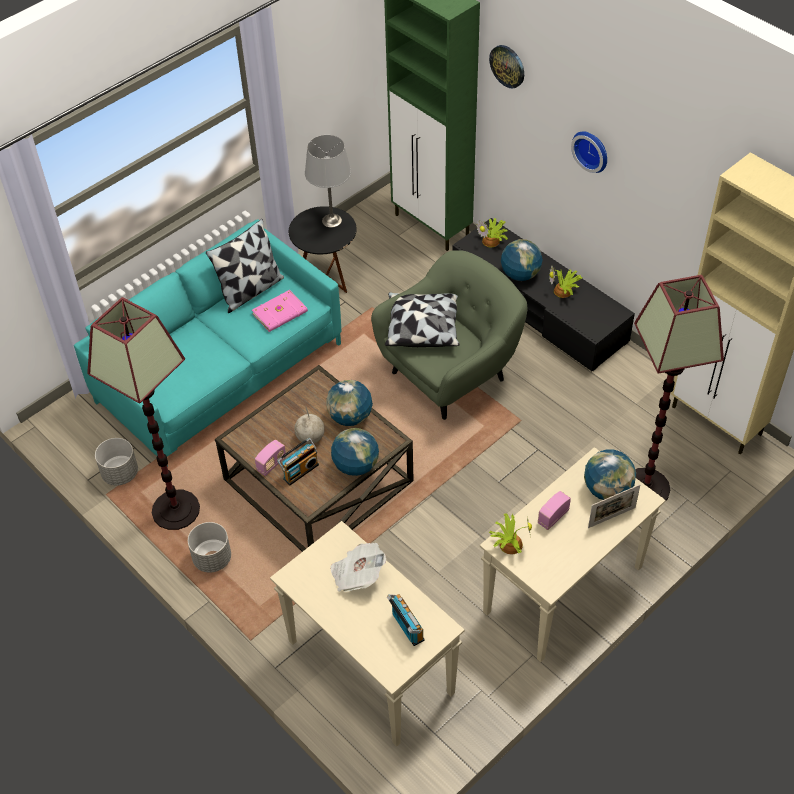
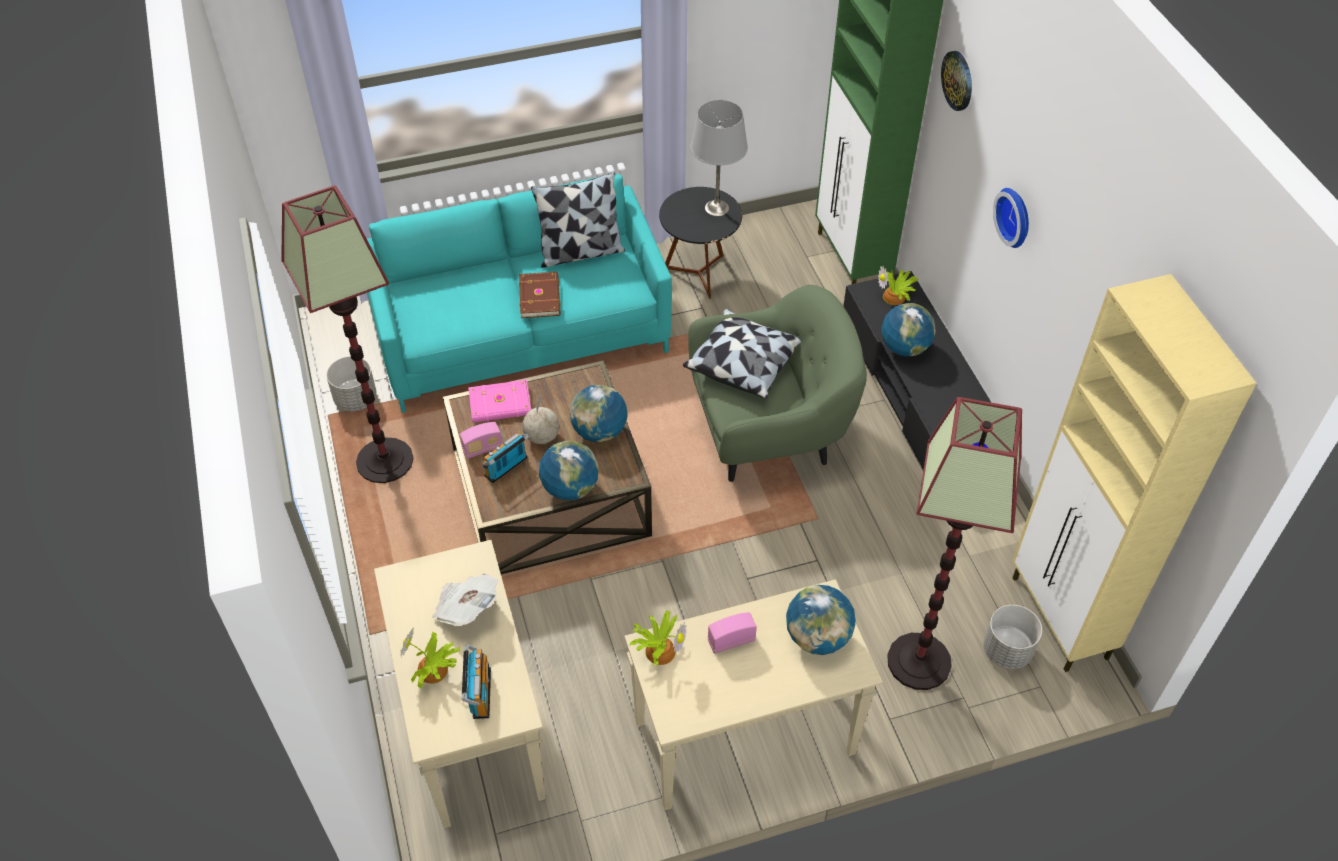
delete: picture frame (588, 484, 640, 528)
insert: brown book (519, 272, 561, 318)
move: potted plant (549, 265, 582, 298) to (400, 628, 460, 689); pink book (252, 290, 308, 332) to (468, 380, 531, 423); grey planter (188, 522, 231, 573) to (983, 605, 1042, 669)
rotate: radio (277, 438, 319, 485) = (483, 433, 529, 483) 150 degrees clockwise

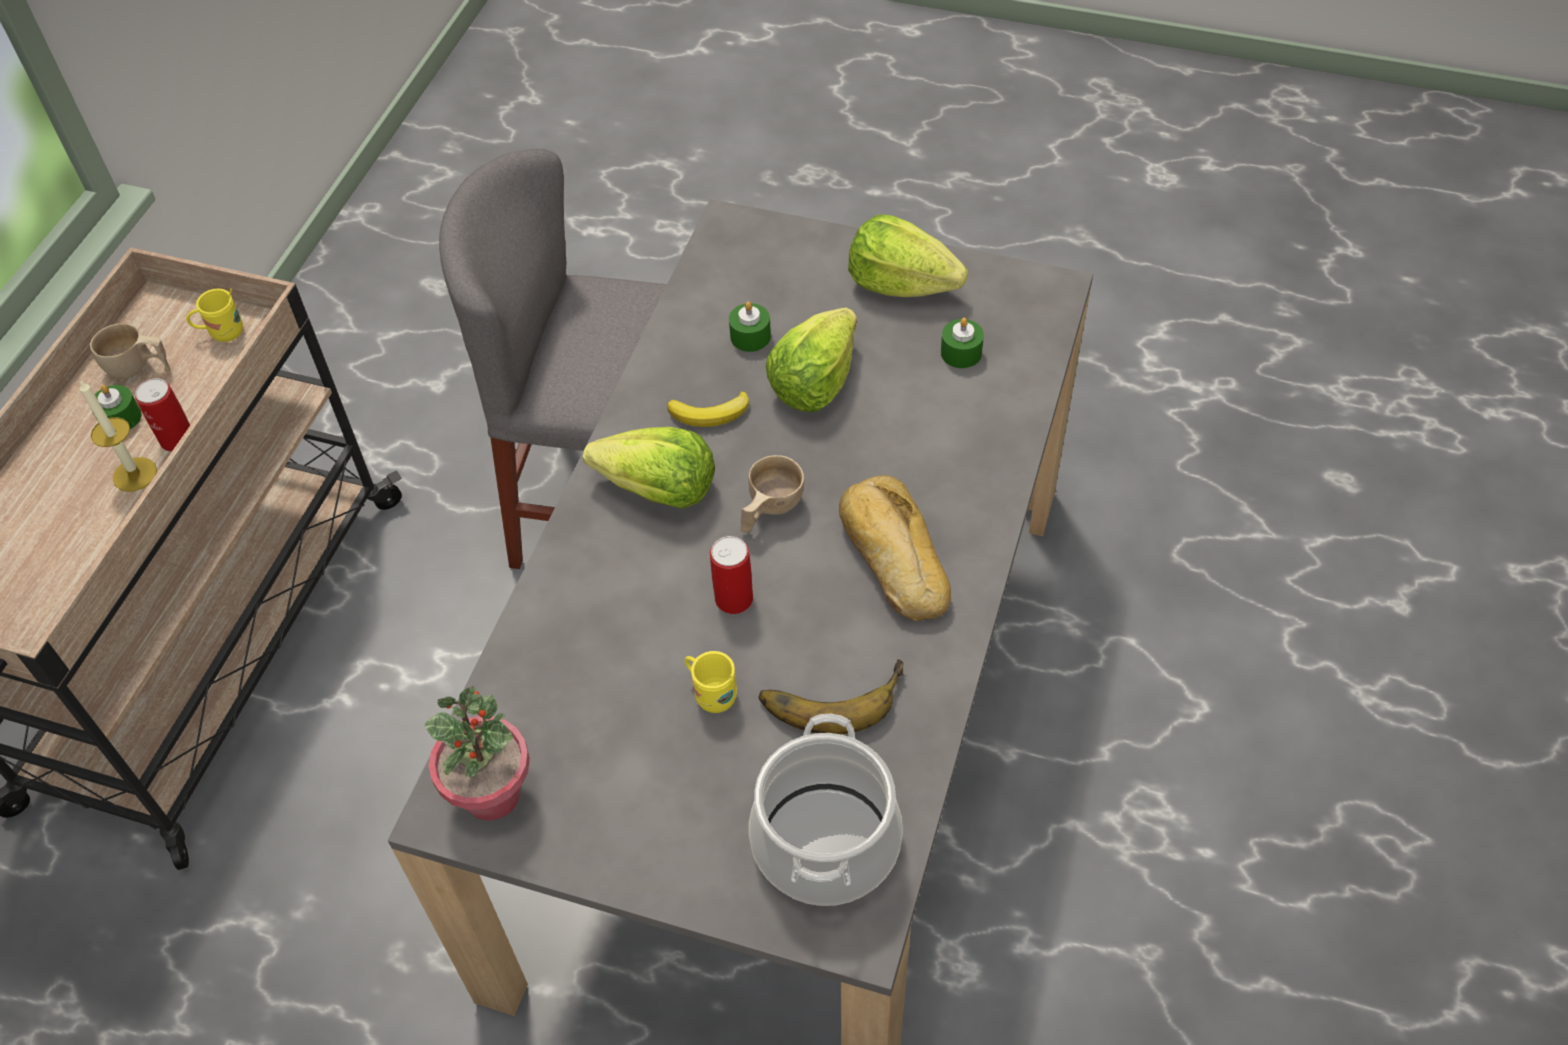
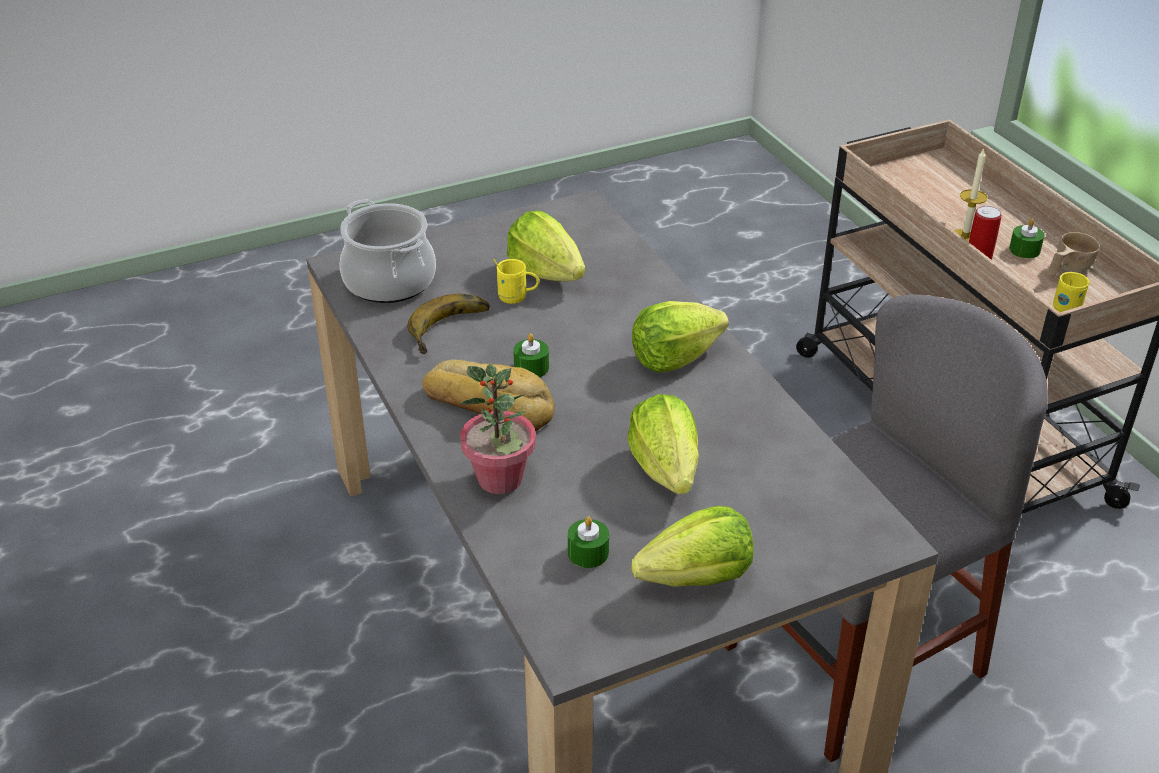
delete: banana (668, 391, 749, 427); beige cup (740, 455, 804, 533); can (710, 536, 753, 614)
insert: lettuce (507, 210, 585, 281)
move: green candle (729, 302, 771, 352) to (513, 334, 549, 377); potted plant (425, 686, 530, 820) to (460, 364, 536, 494)

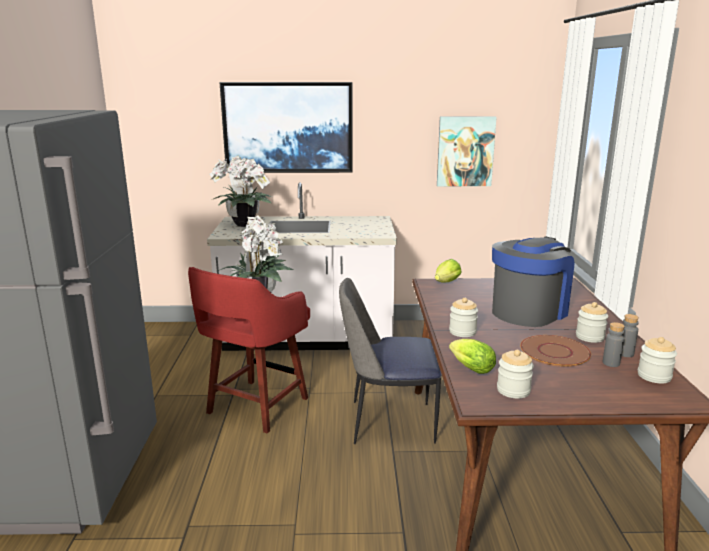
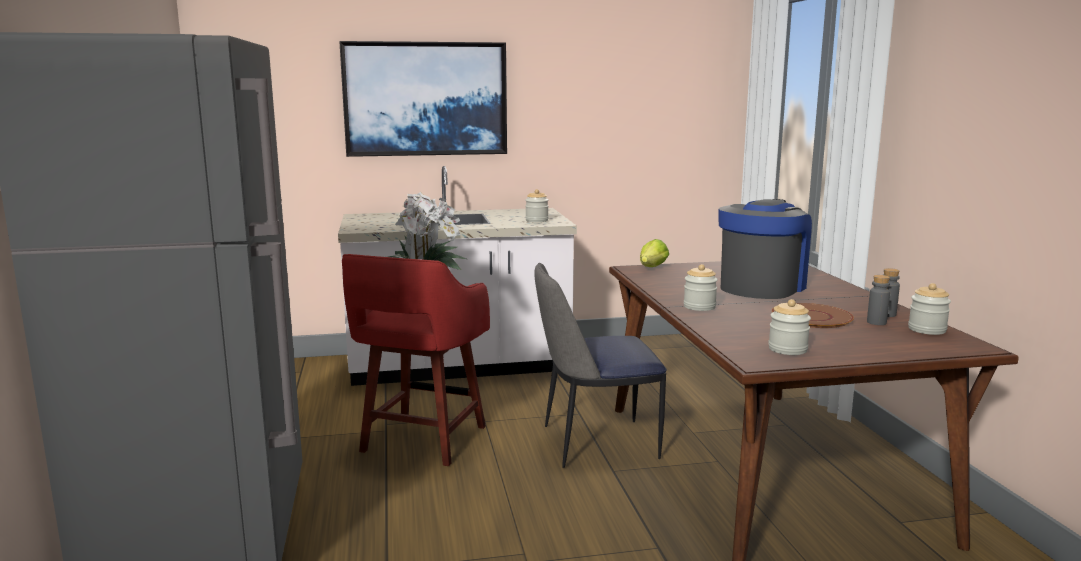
delete: picture (437, 116, 497, 186); potted plant (209, 155, 272, 227); lettuce (449, 339, 496, 374)
move: jar (576, 302, 608, 343) to (525, 189, 549, 222)

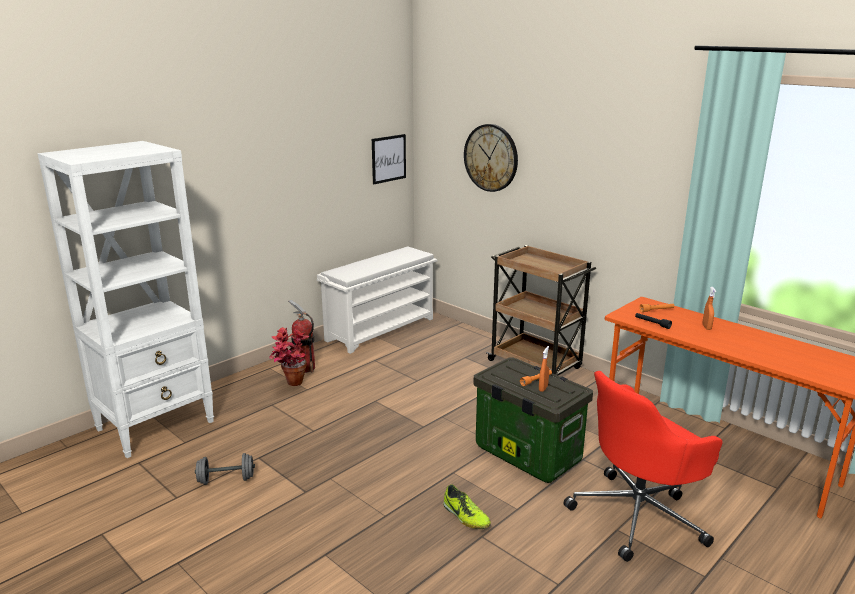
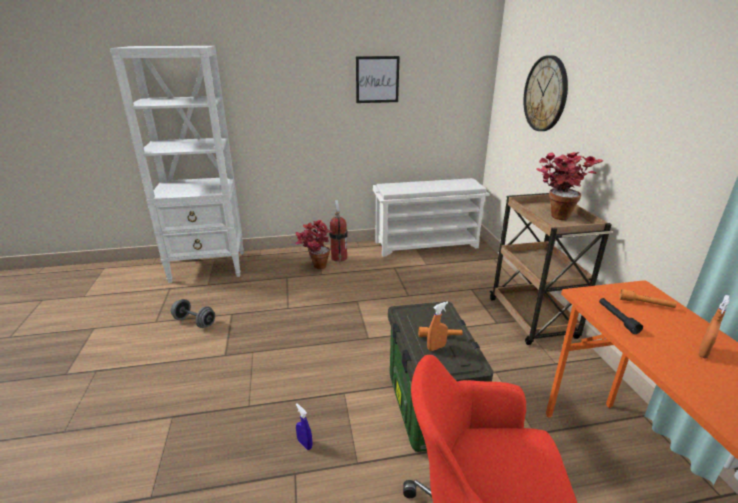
insert: potted plant (536, 152, 603, 220)
move: picture (372, 134, 406, 184) to (356, 56, 400, 103)
replace: shoe (443, 484, 491, 529) to blue spray bottle (296, 403, 313, 450)

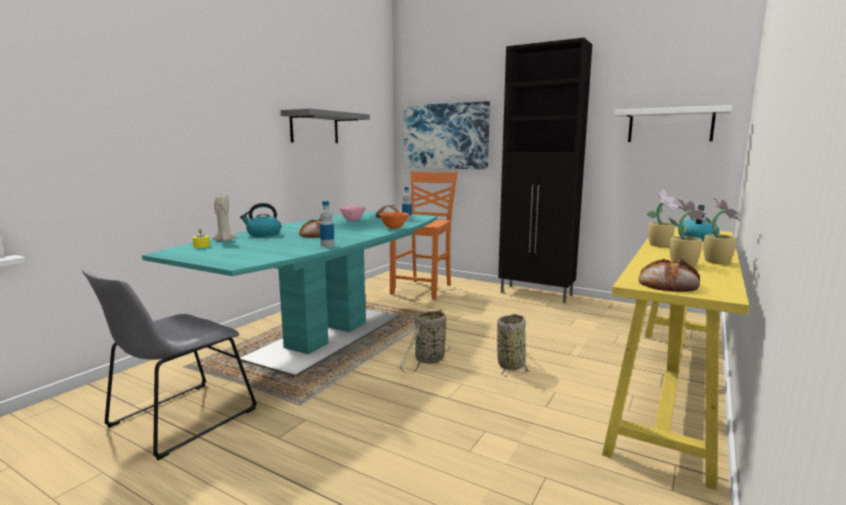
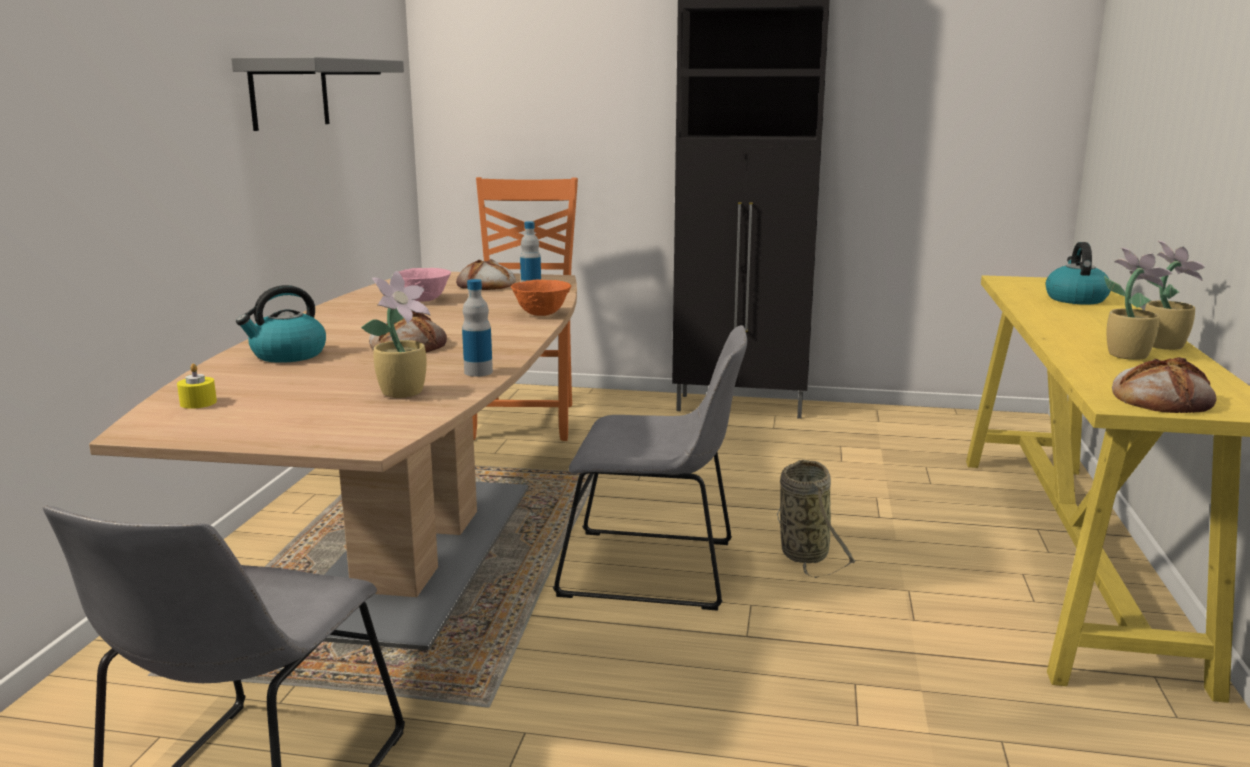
delete: picture (404, 101, 490, 169); white shelf (614, 105, 732, 142); beige candle (213, 194, 237, 242)
move: potted plant (647, 190, 680, 247) to (361, 270, 430, 398)
replace: basket (399, 310, 450, 374) to grey chair (553, 325, 747, 611)
recolor: turquoise dining table (142, 211, 437, 377) to brown dining table (89, 272, 577, 651)

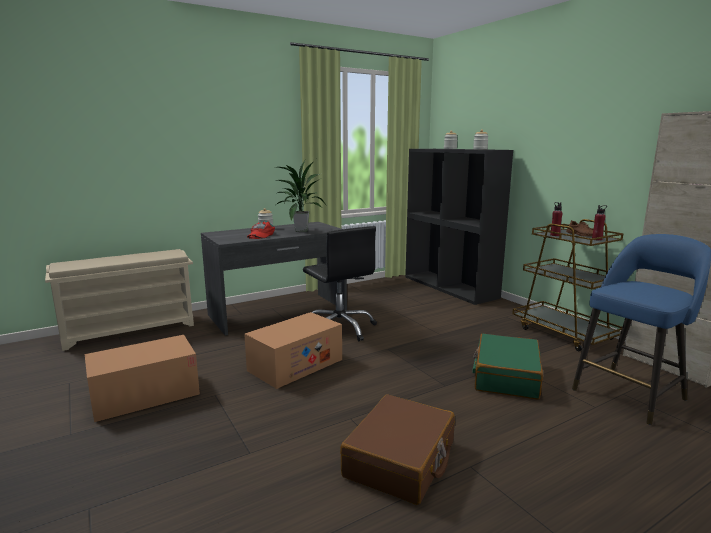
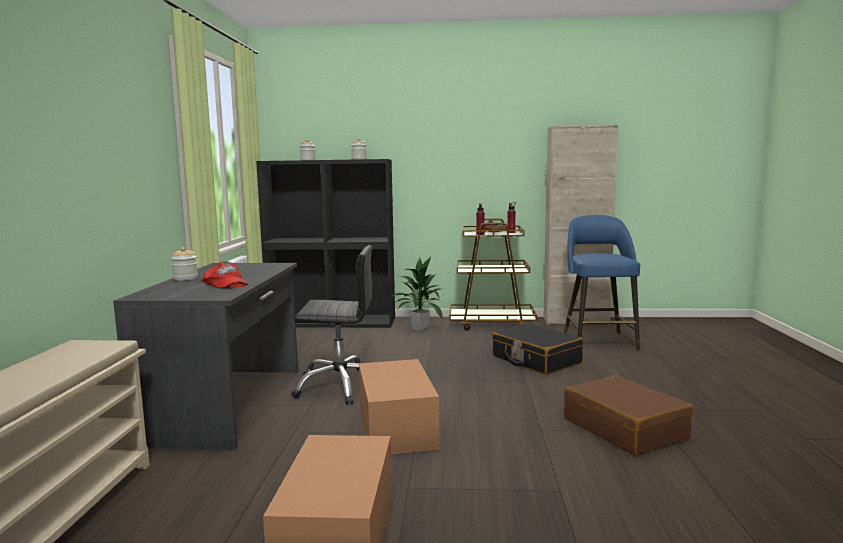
move: potted plant (276, 159, 326, 232) to (392, 257, 443, 331)
recolor: green suitcase (472, 334, 543, 400) to black suitcase (492, 323, 583, 375)

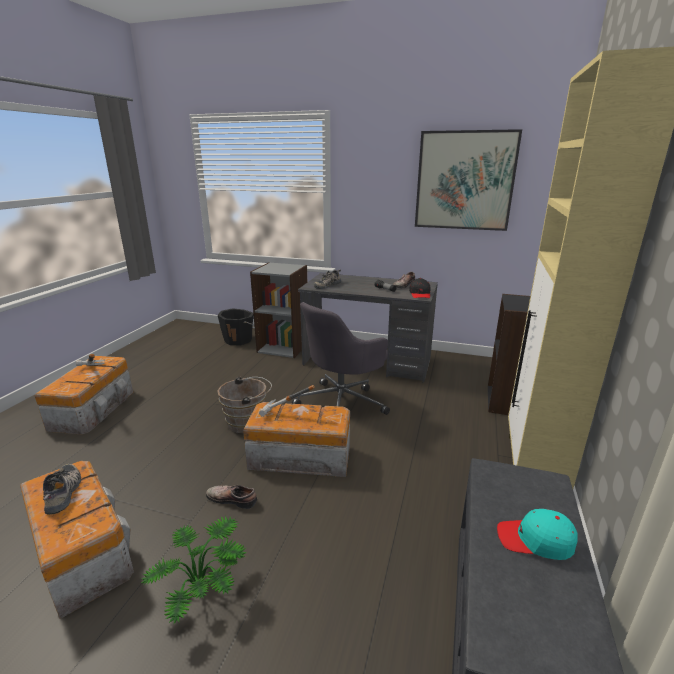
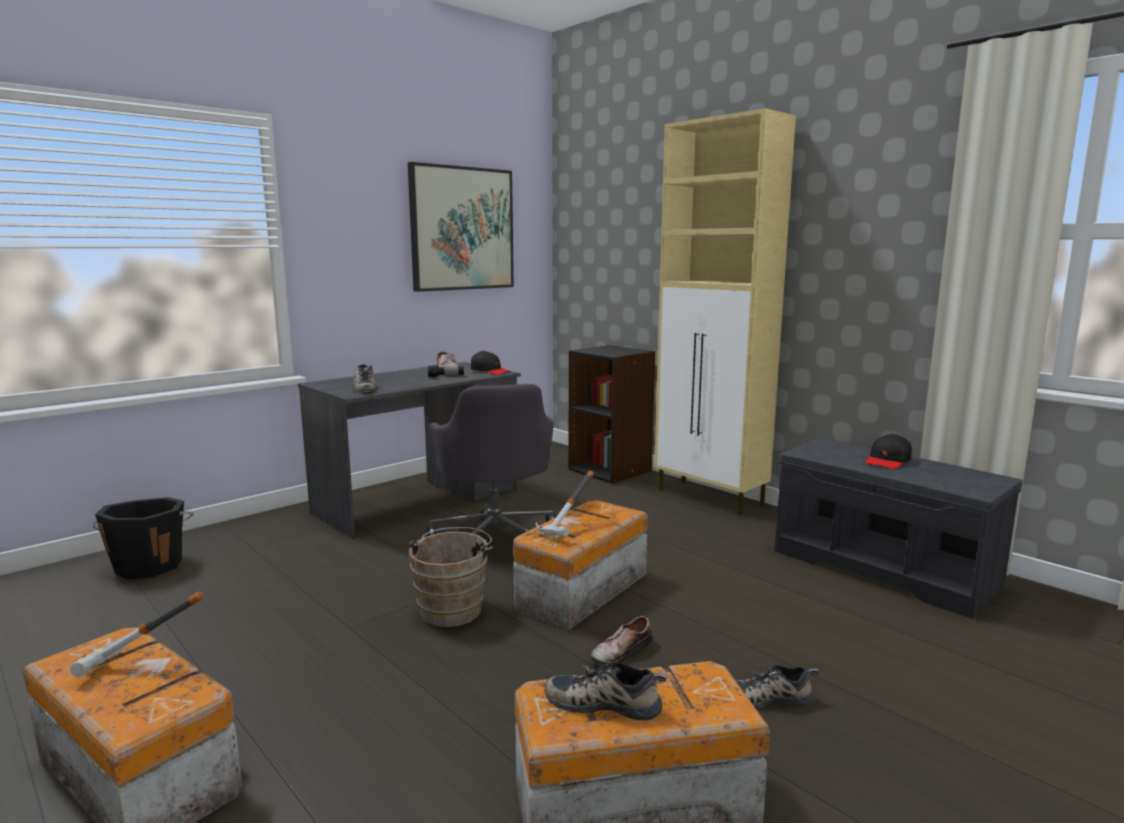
delete: grey bookcase (250, 262, 307, 358)
replace: potted plant (142, 515, 247, 624) to shoe (736, 665, 819, 709)
recolor: turquoise cap (497, 509, 578, 560) to black cap (866, 433, 912, 469)

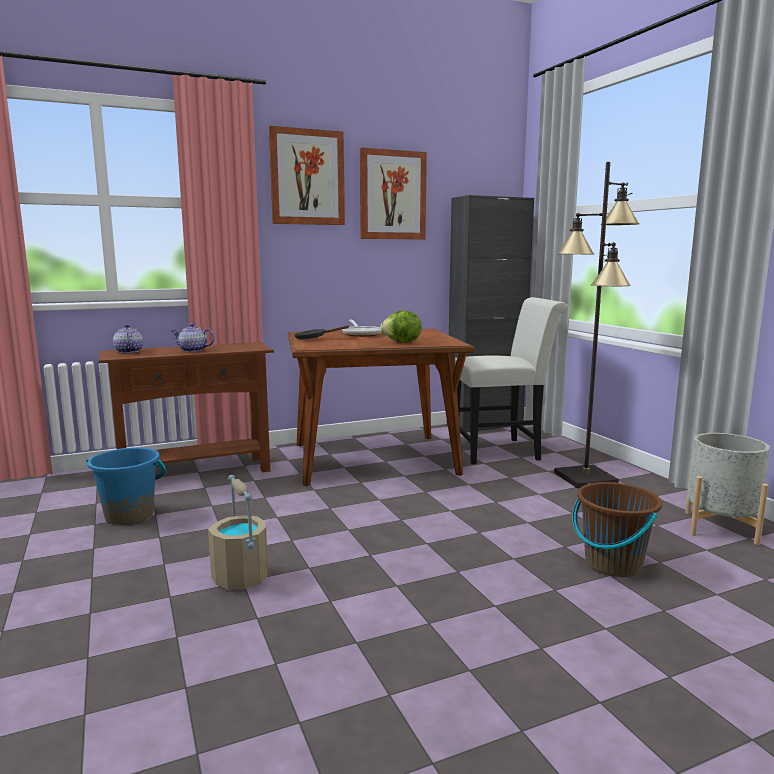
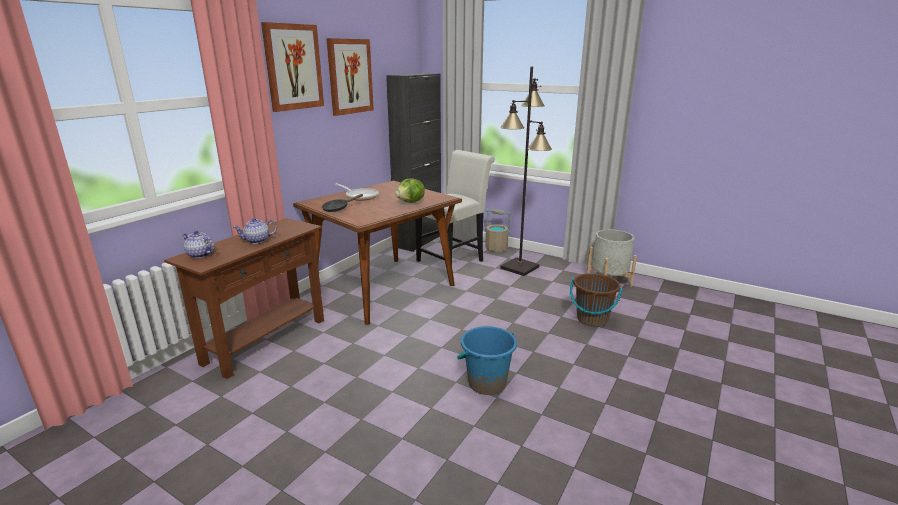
move: blue bucket (86, 447, 166, 525) to (457, 326, 517, 395); beige bucket (208, 475, 268, 590) to (485, 209, 511, 252)

